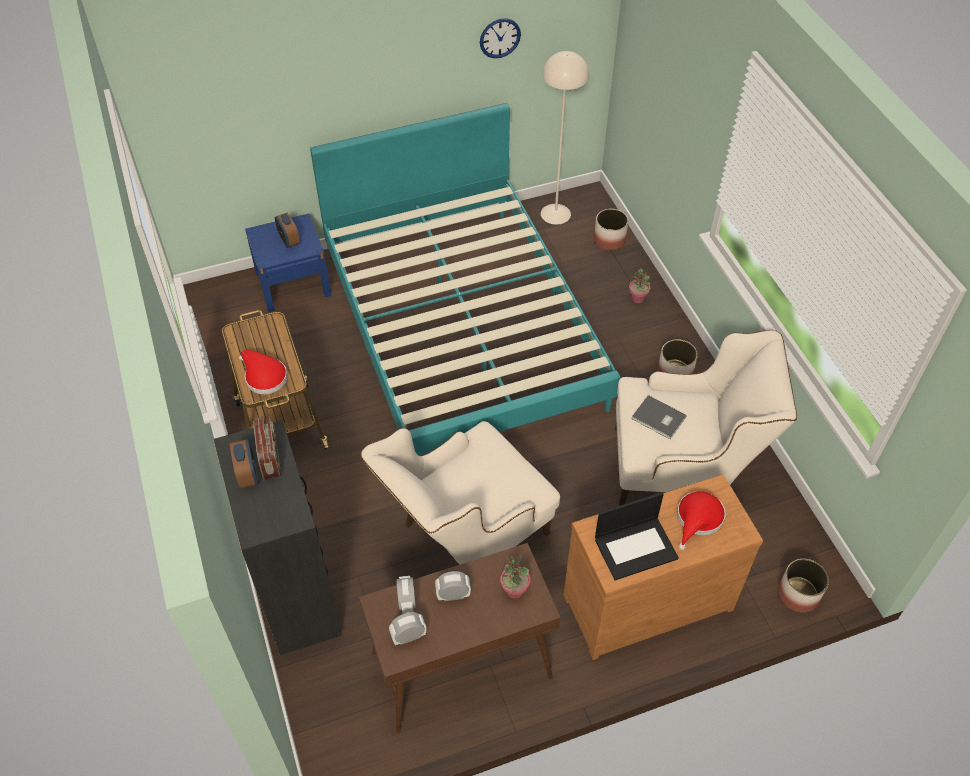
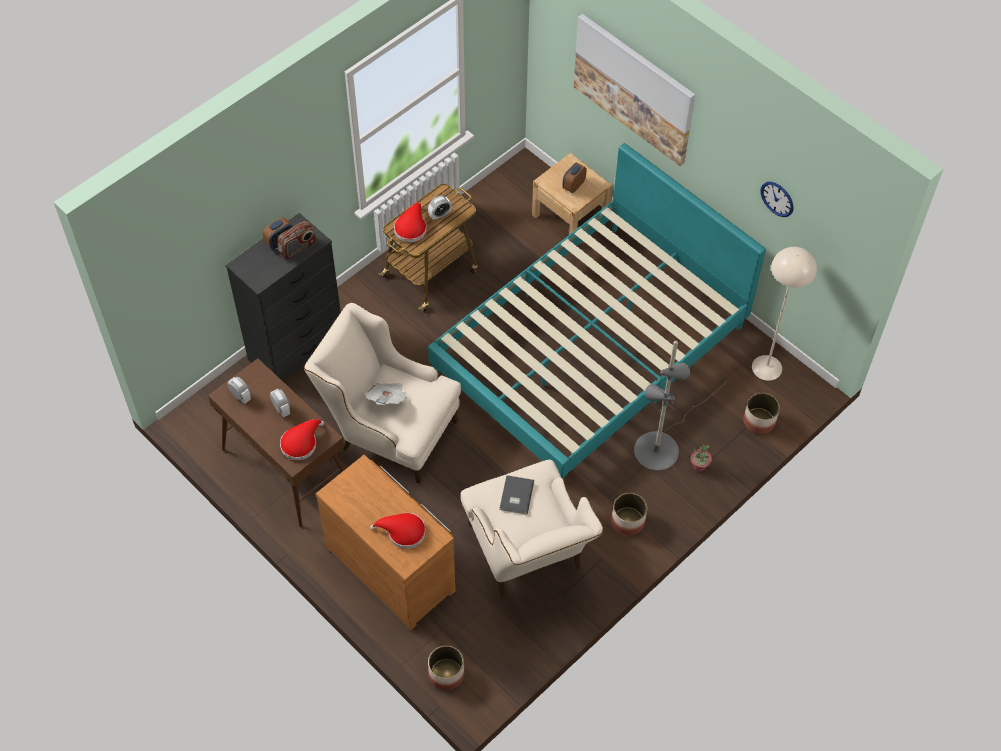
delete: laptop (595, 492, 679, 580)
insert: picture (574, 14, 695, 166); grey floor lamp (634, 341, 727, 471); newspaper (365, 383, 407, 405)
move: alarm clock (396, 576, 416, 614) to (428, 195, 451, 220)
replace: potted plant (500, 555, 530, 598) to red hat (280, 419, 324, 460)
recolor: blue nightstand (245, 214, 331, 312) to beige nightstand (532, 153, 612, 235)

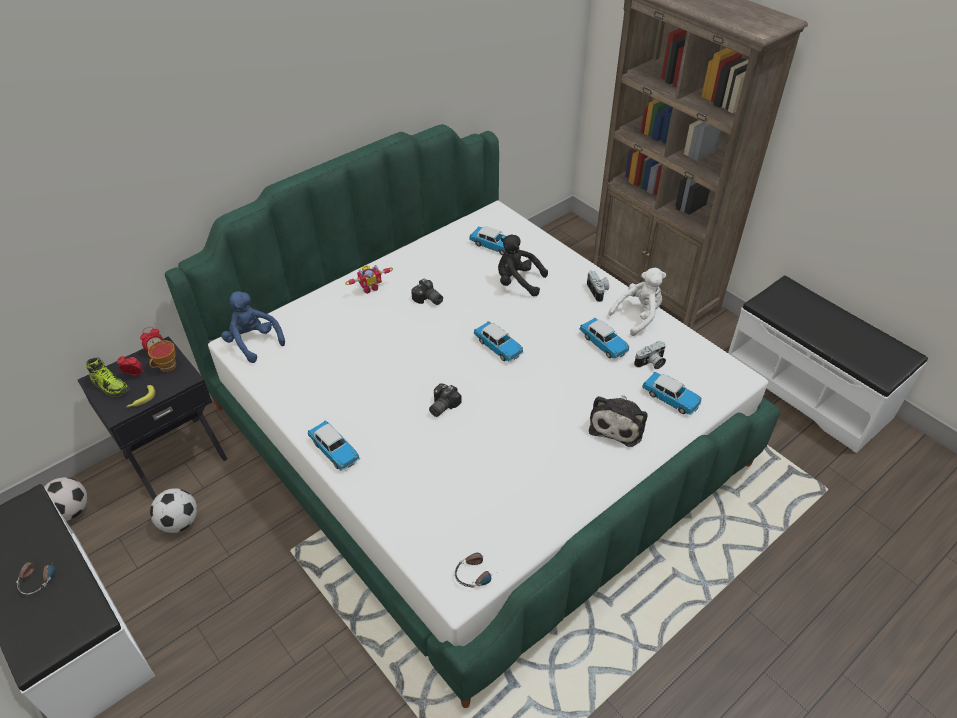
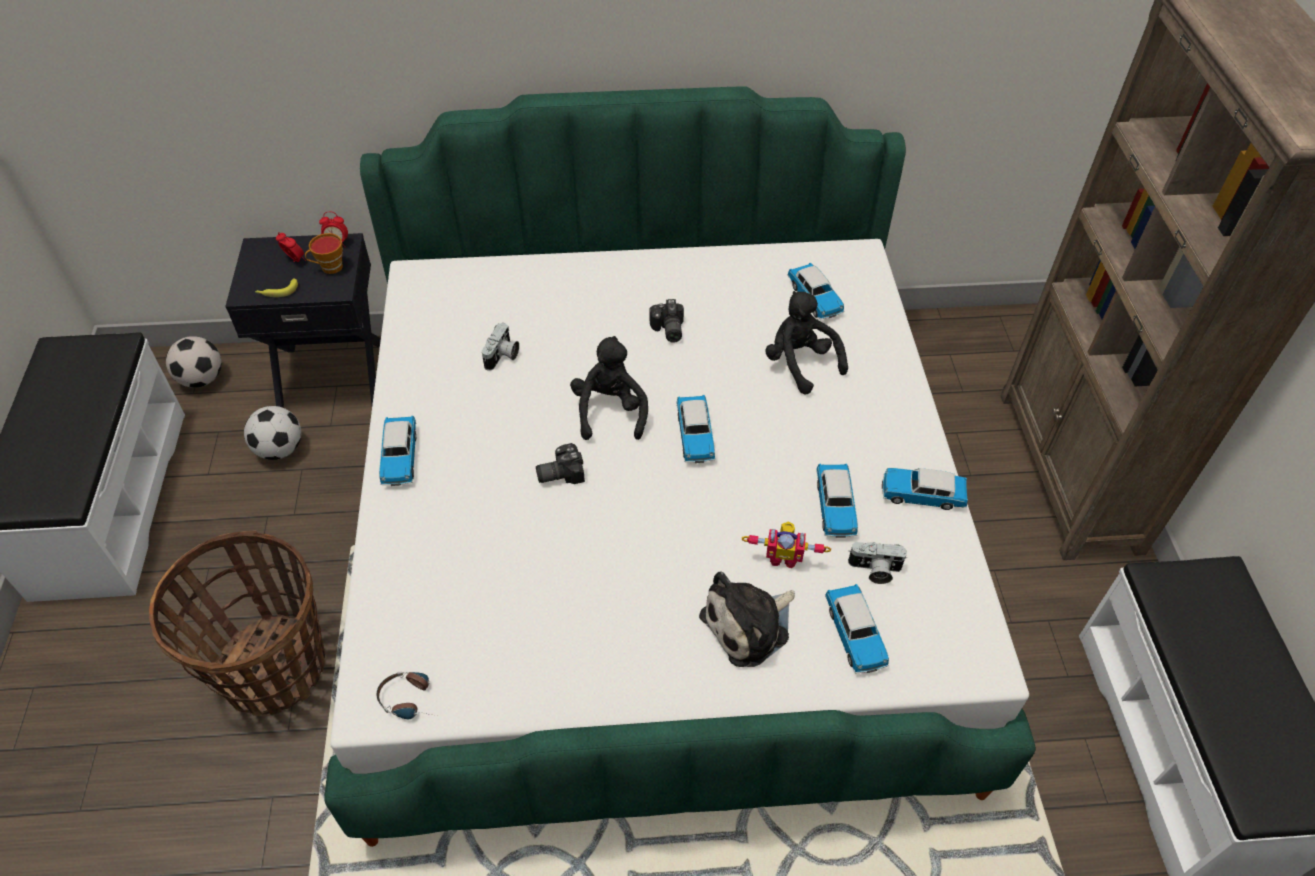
delete: blue plush toy (221, 291, 285, 363); shoe (86, 357, 129, 397); headphones (16, 554, 58, 595)
insert: black plush toy (570, 336, 648, 440); basket (149, 530, 325, 716)
move: toy robot (346, 265, 393, 294) to (742, 521, 831, 568); photo camera (587, 271, 609, 302) to (482, 323, 519, 371)
replace: white plush toy (608, 268, 666, 336) to toy car (882, 468, 968, 510)

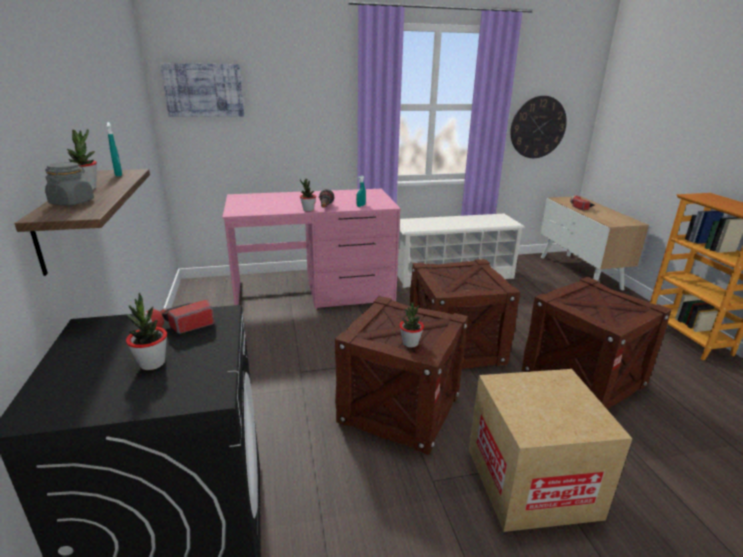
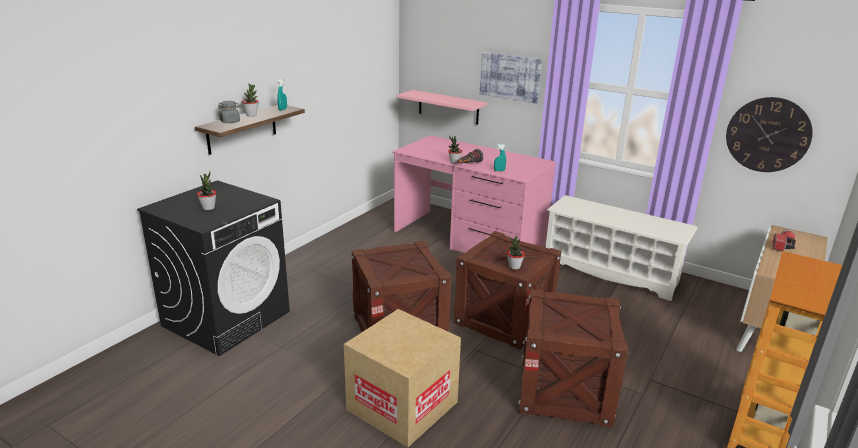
delete: flashlight (144, 299, 215, 334)
insert: pink shelf (397, 90, 487, 125)
move: picture (160, 63, 244, 117) to (480, 52, 542, 104); potted plant (400, 303, 424, 347) to (507, 236, 525, 270)

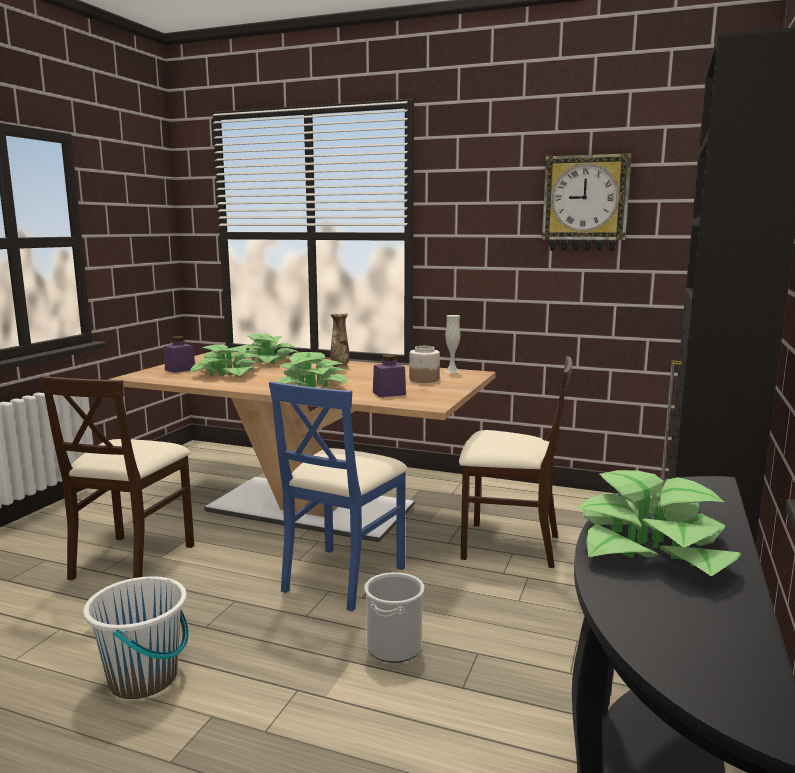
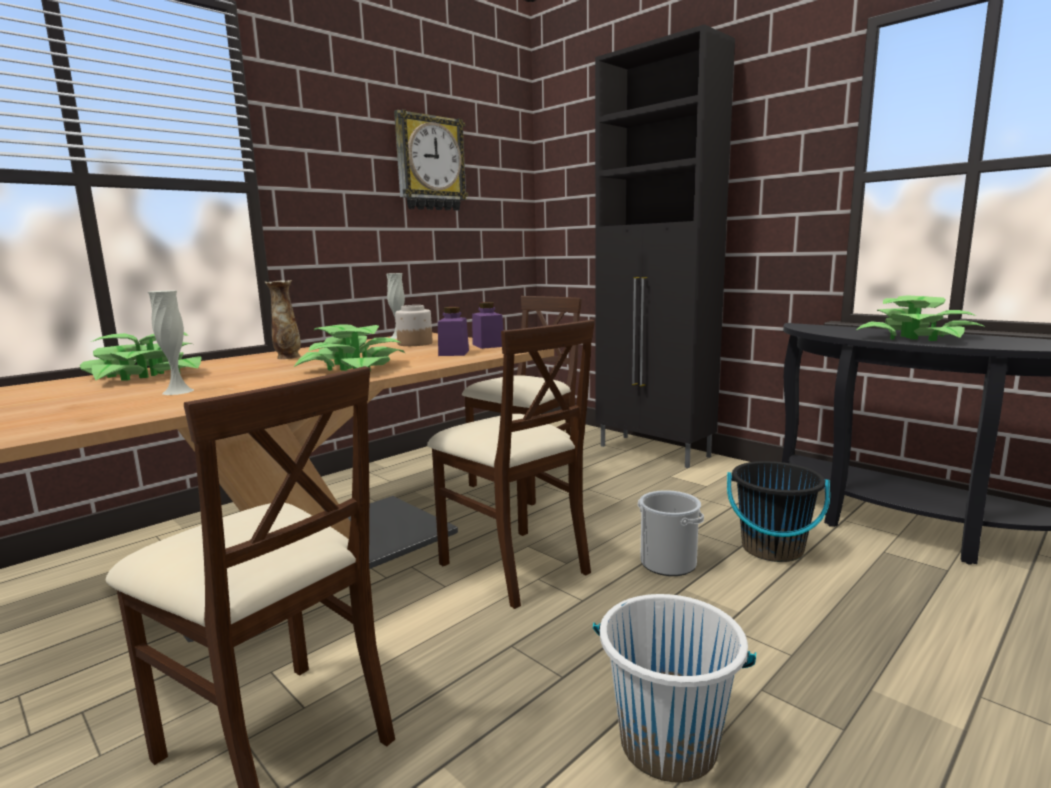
insert: black bucket (727, 461, 830, 562)
move: purple jar (164, 336, 195, 373) to (472, 302, 503, 349)
replace: potted plant (189, 344, 259, 377) to white vase (148, 290, 194, 395)
recolor: blue chair (269, 381, 408, 611) to beige chair (427, 320, 595, 609)

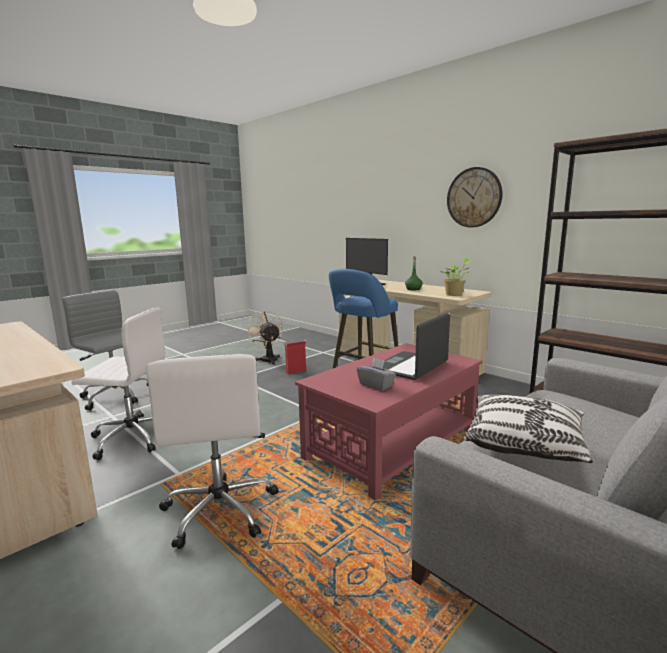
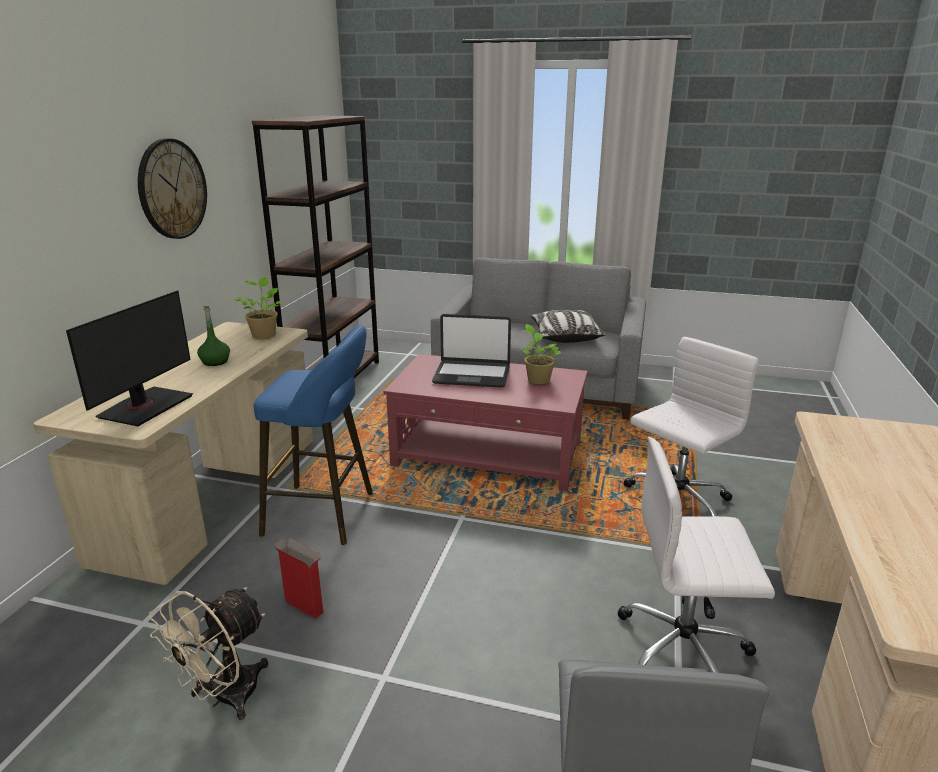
replace: grey tissue box (357, 357, 396, 391) to potted plant (520, 324, 561, 384)
rotate: white office chair (72, 307, 165, 460) = (618, 437, 775, 673) 60 degrees counterclockwise

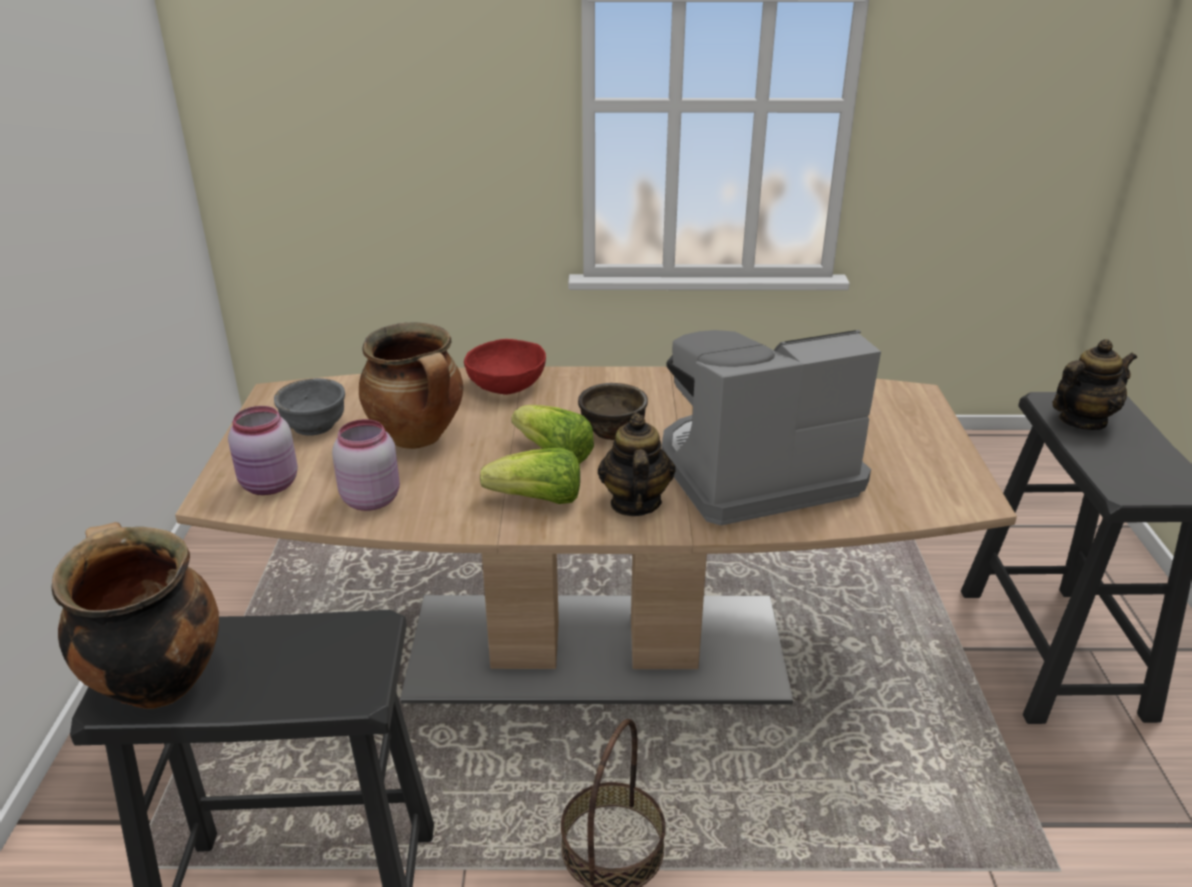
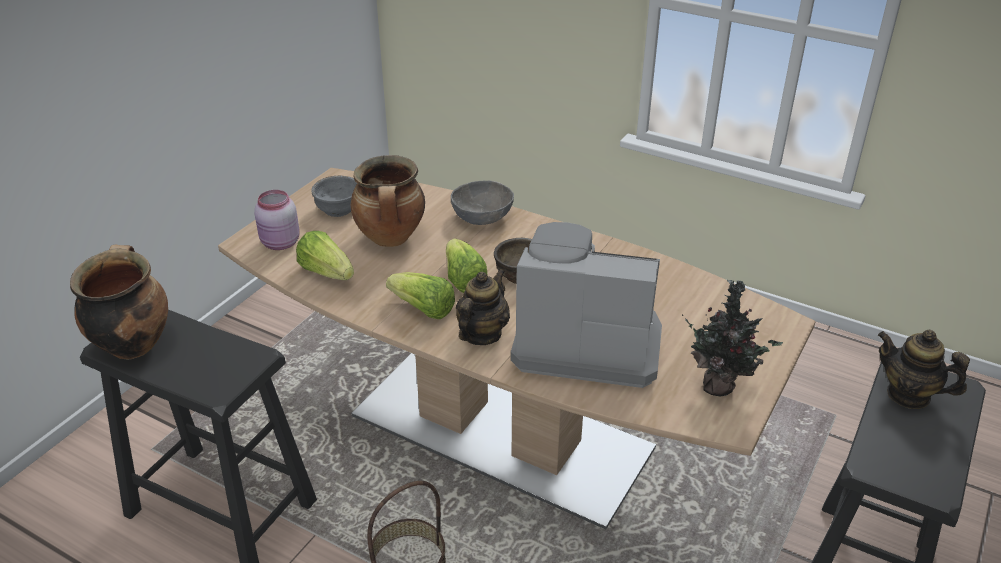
insert: potted plant (682, 280, 783, 396)
replace: pink jar (332, 419, 400, 511) to lettuce (296, 231, 354, 280)
recolor: red bowl (464, 339, 546, 395) to grey bowl (451, 181, 514, 225)
rotate: teapot (1053, 339, 1137, 430) = (878, 330, 970, 409) 150 degrees counterclockwise

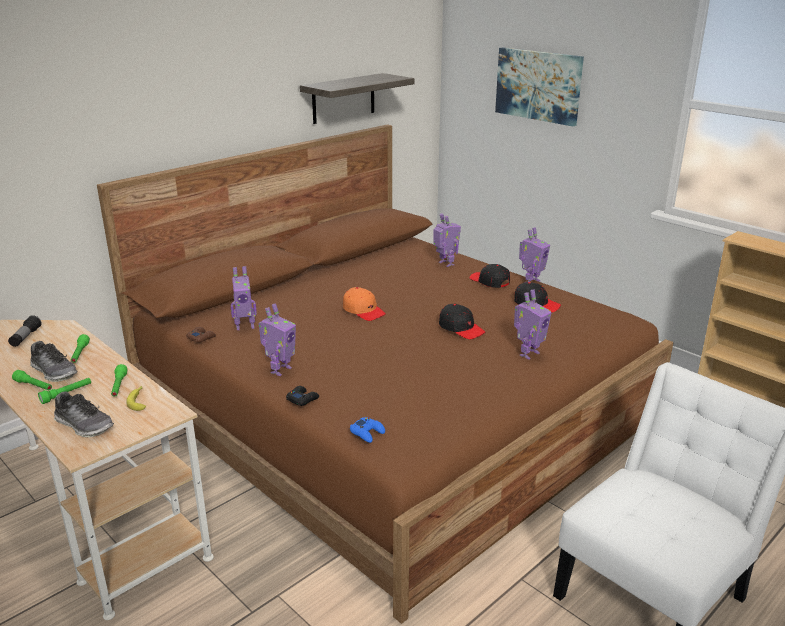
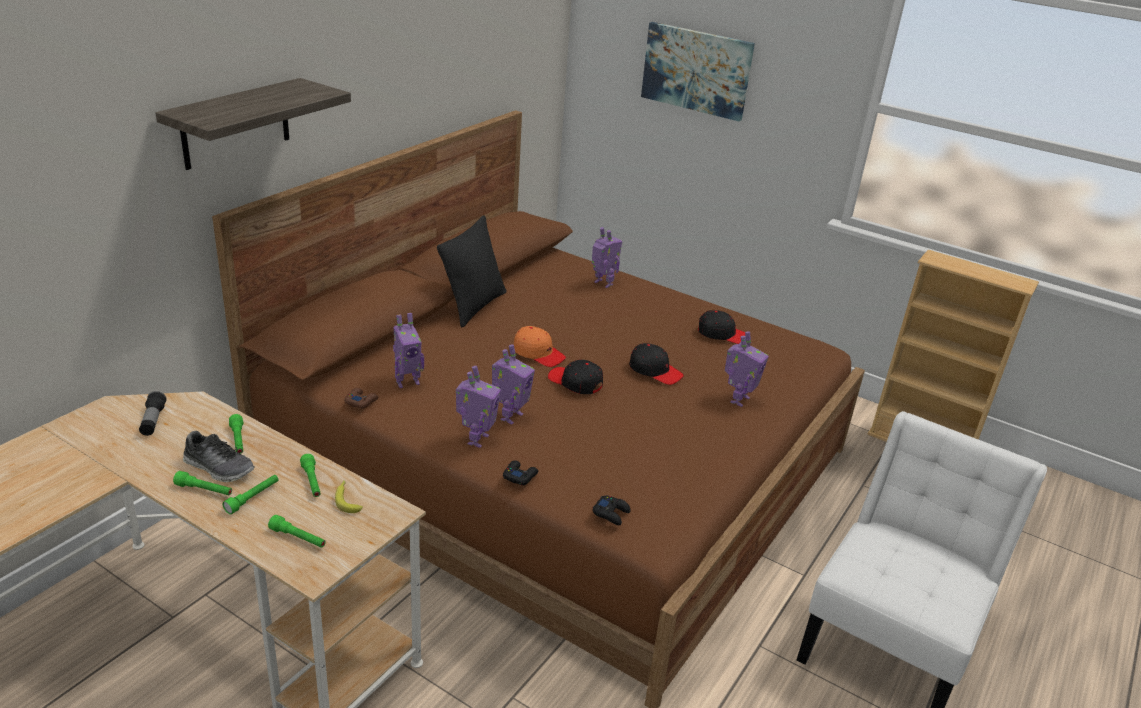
insert: black pillow (437, 215, 507, 328)
move: shelf (300, 73, 415, 124) to (155, 78, 351, 170); toy robot (519, 227, 550, 283) to (492, 344, 535, 424); black cap (470, 264, 510, 288) to (548, 360, 603, 394)
replace: shoe (54, 391, 114, 437) to green flashlight (268, 515, 326, 548)
recolor: blue game controller (350, 417, 385, 443) to black game controller (592, 495, 631, 525)

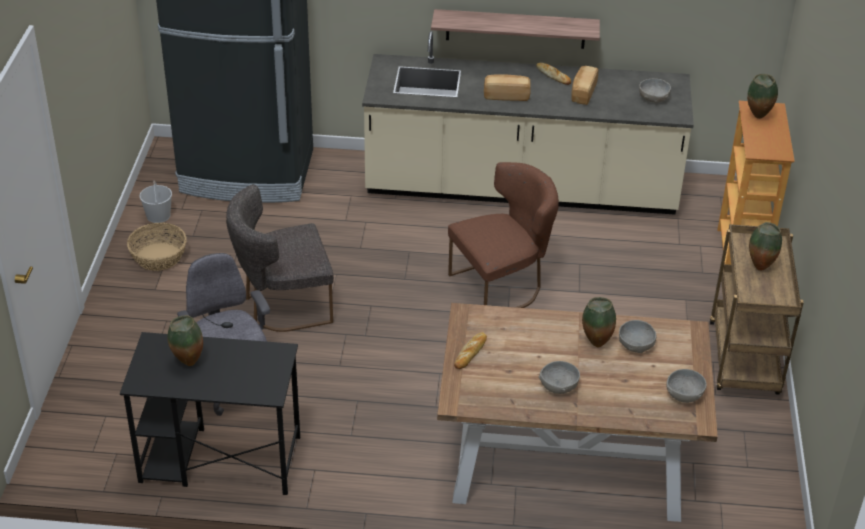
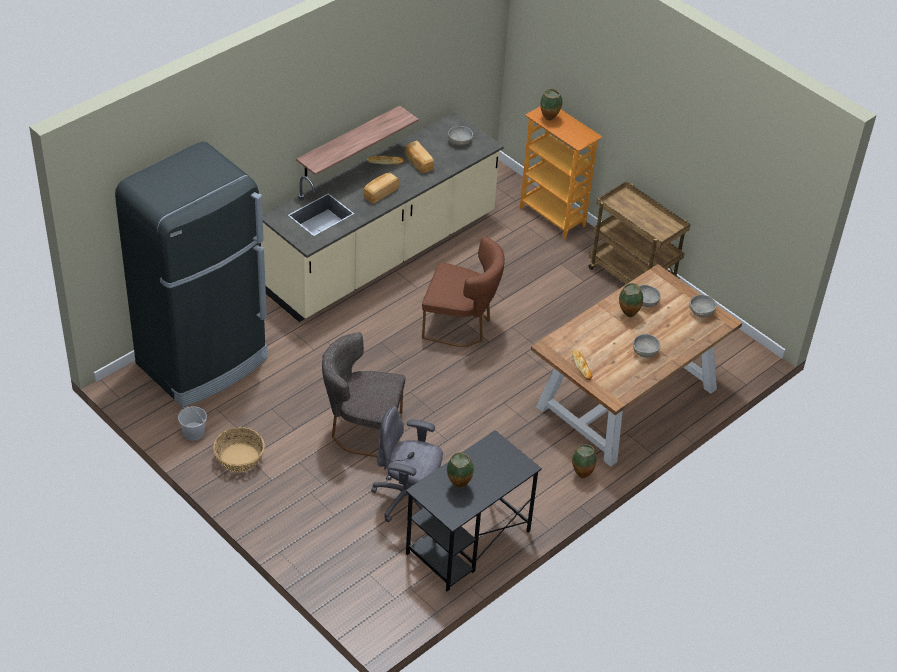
move: vase (749, 222, 782, 271) to (572, 444, 596, 479)
rotate: brown chair (448, 162, 559, 308) = (422, 236, 505, 347) 90 degrees clockwise; grey chair (226, 184, 334, 332) = (322, 332, 405, 457) 75 degrees clockwise

